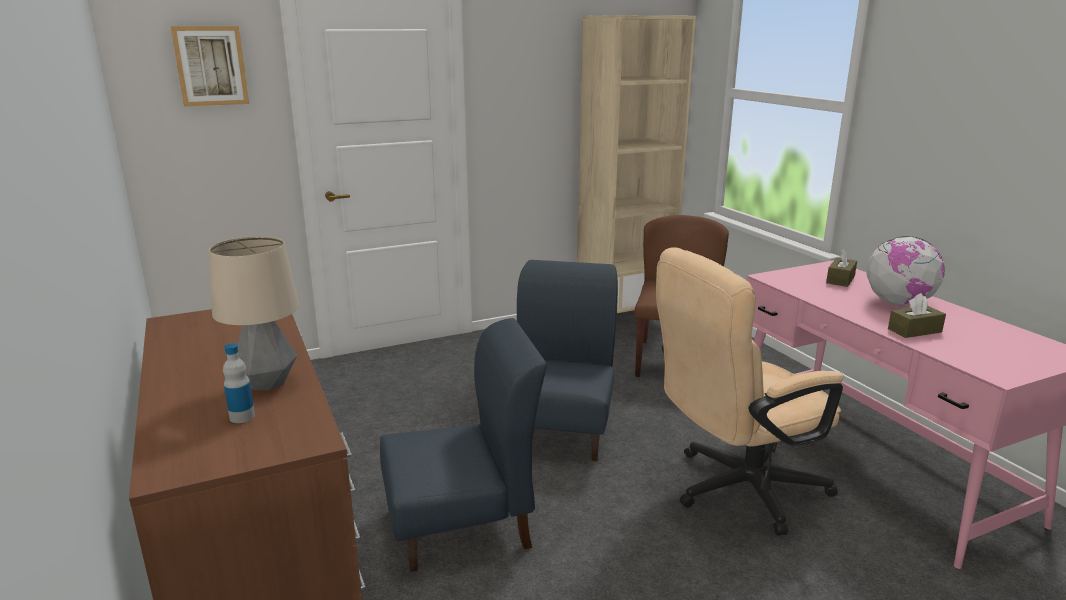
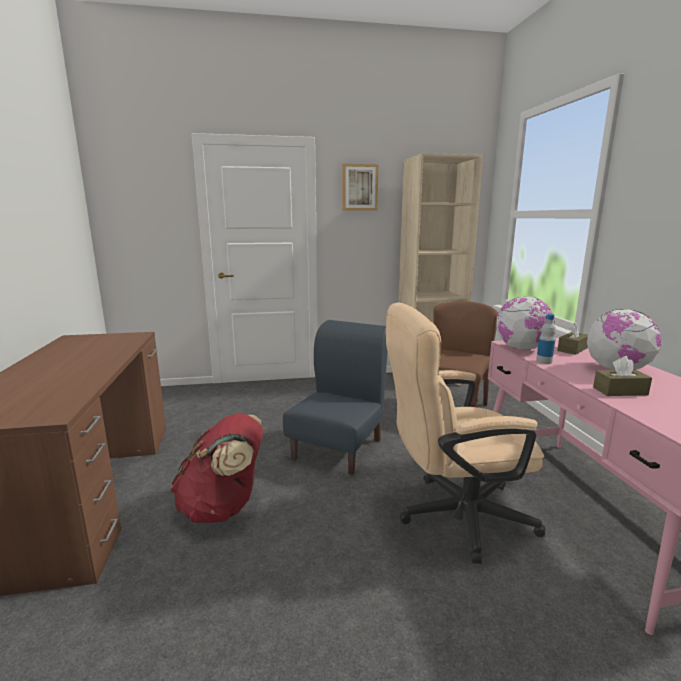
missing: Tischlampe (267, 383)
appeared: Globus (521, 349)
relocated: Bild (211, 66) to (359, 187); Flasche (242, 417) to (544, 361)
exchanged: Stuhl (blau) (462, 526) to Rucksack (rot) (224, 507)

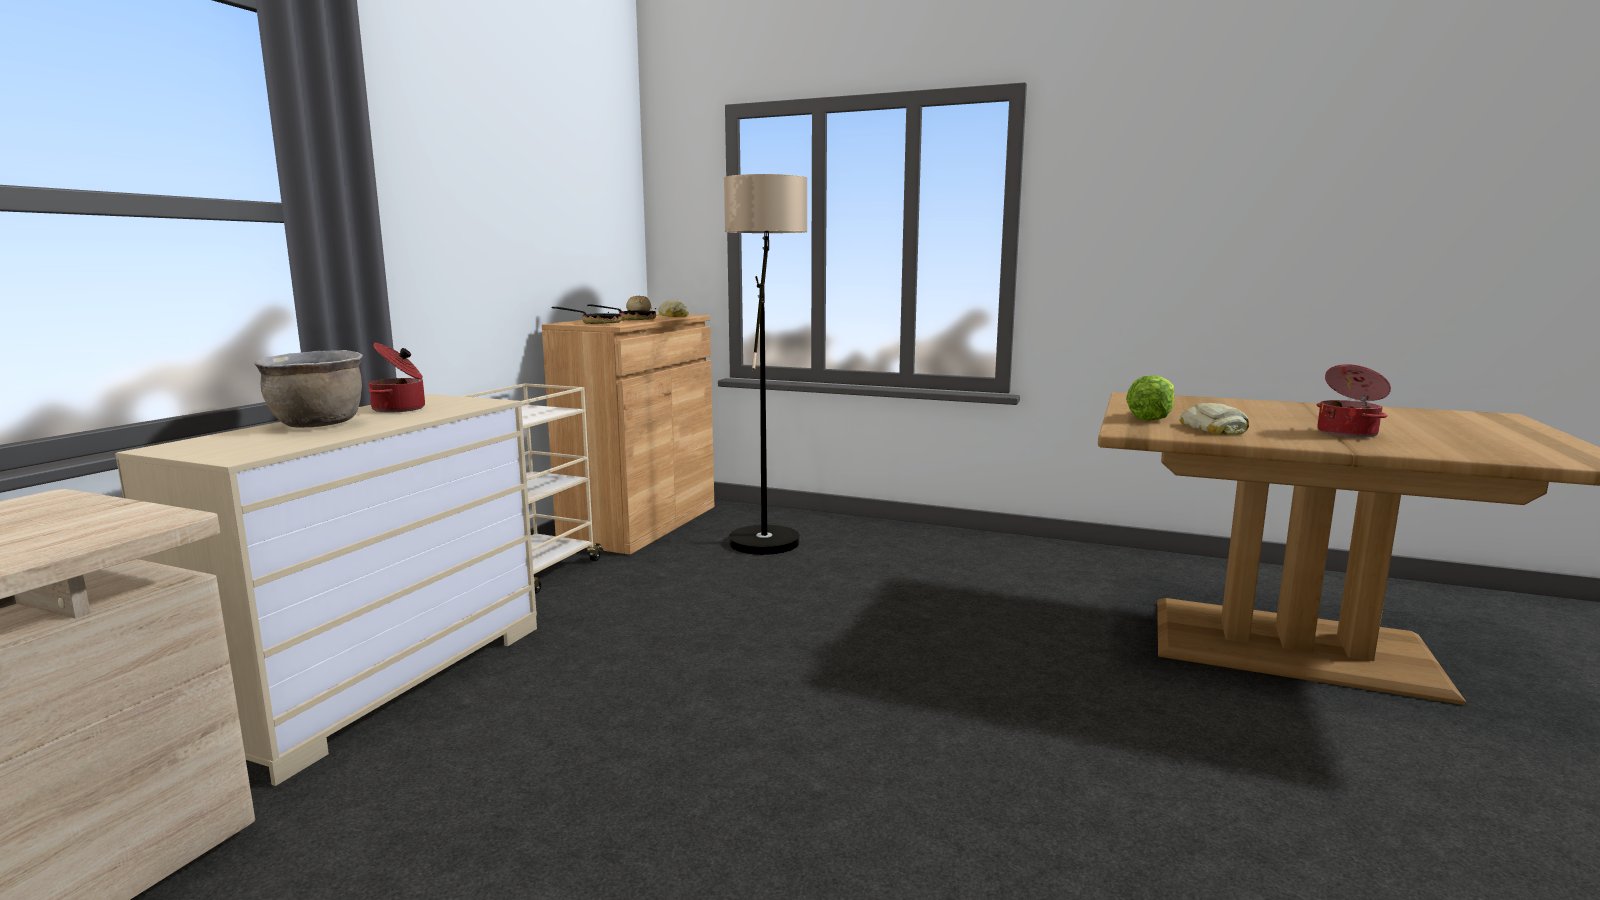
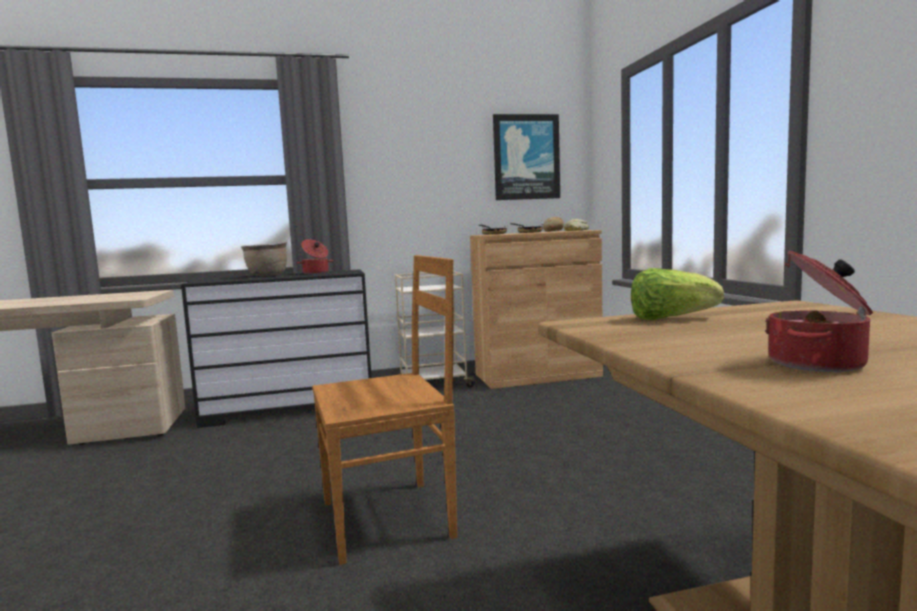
missing: Stehlampe (767, 533); Brot (1213, 428)
appeared: Stuhl (braun) (391, 518); Bild (526, 157)
colour: Kommode (beige) (379, 680) to Kommode (schwarz) (290, 407)

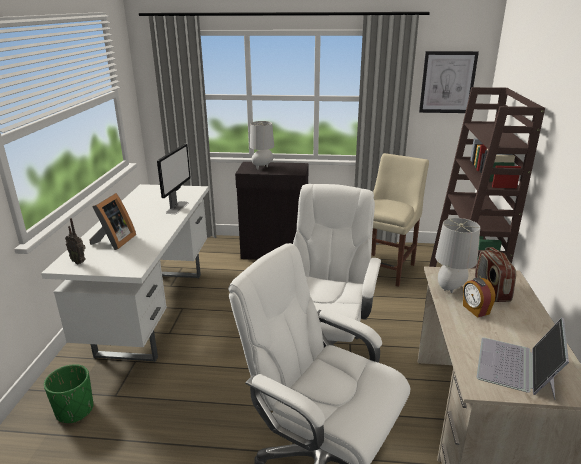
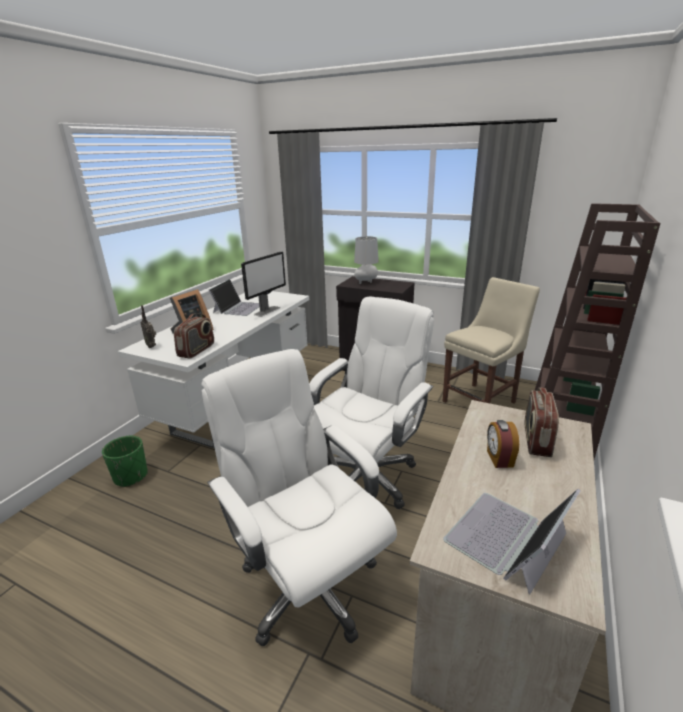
missing: Bild (447, 82); Tischlampe (grau) (451, 289)
appeared: Radio (197, 350); Laptop (238, 308)

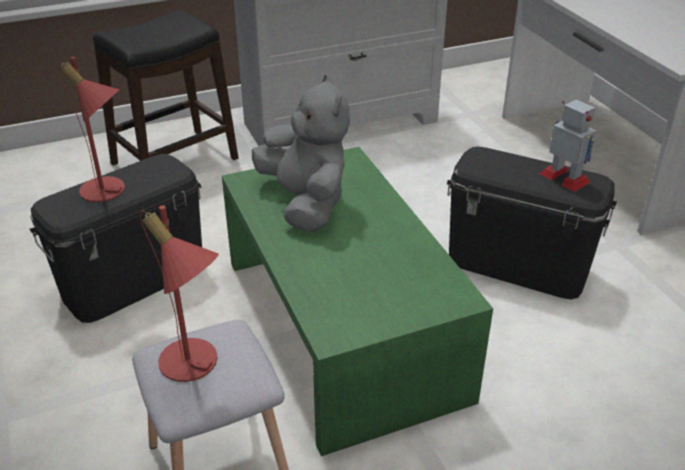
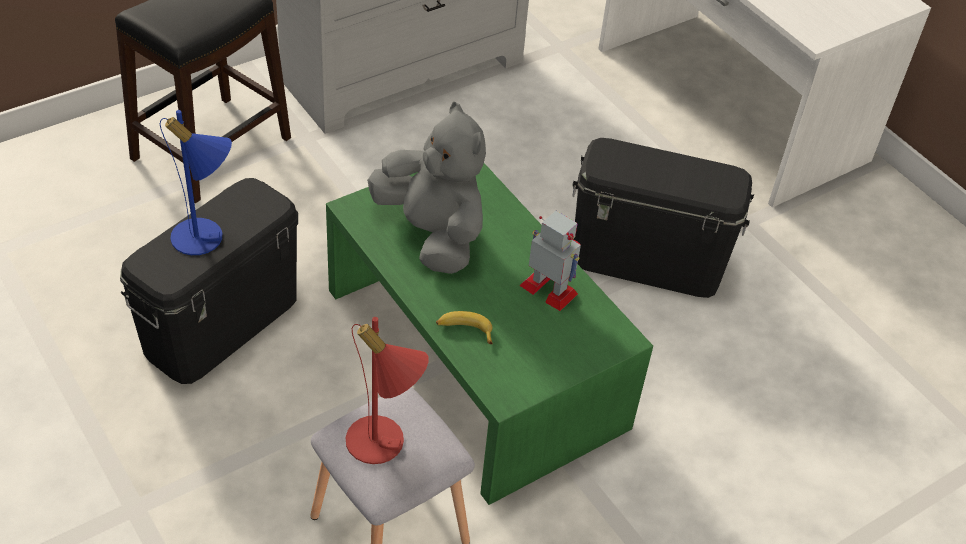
appeared: Banane (464, 330)
relocated: Spielzeugroboter (565, 178) to (549, 290)
colour: Tischlampe (rot) (108, 192) to Tischlampe (blau) (206, 240)

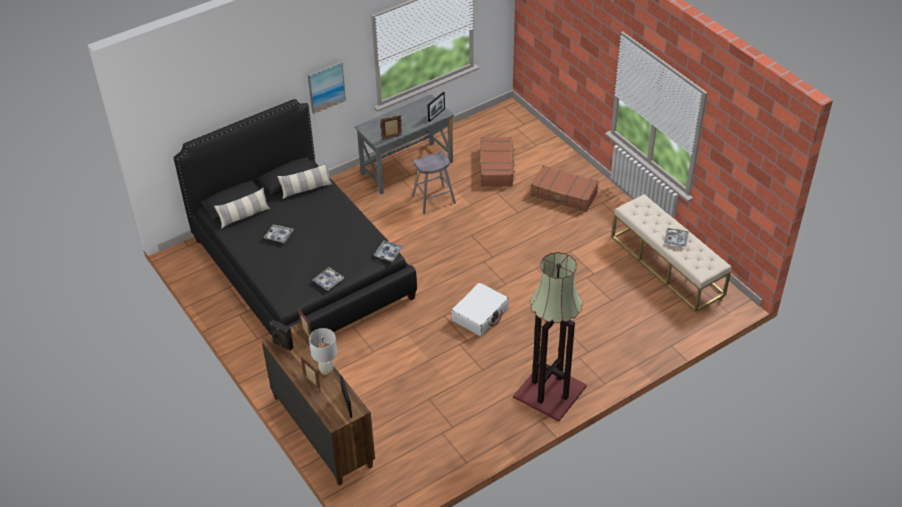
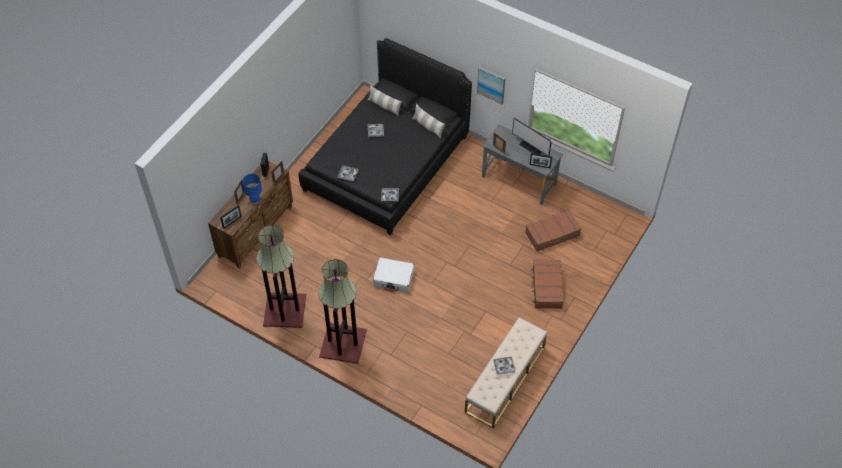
missing: Hocker (grau) (433, 200)
appeared: Stehlampe (284, 309); Monitor (531, 147)
colour: Tischlampe (weiß) (326, 370) to Tischlampe (blau) (255, 200)

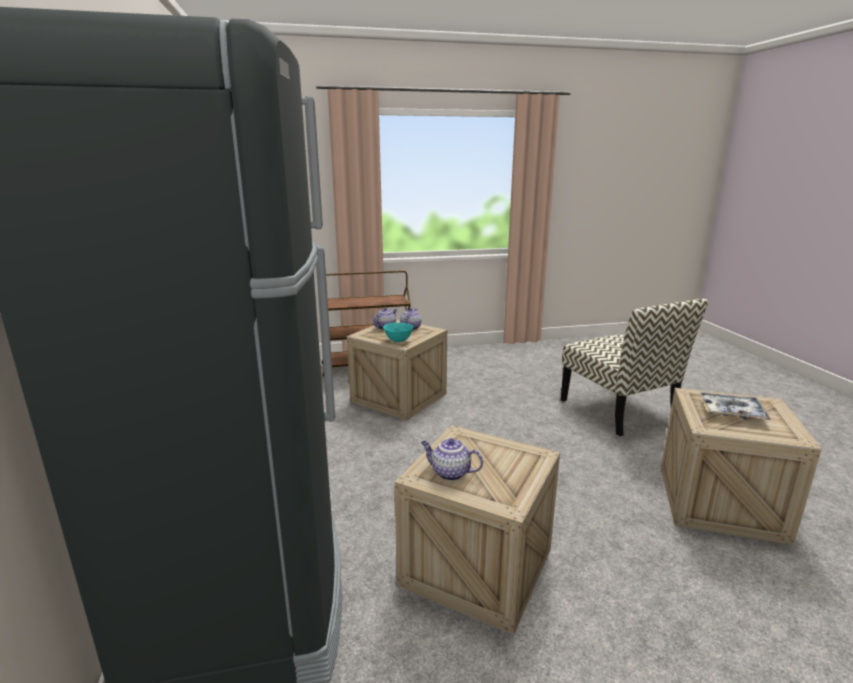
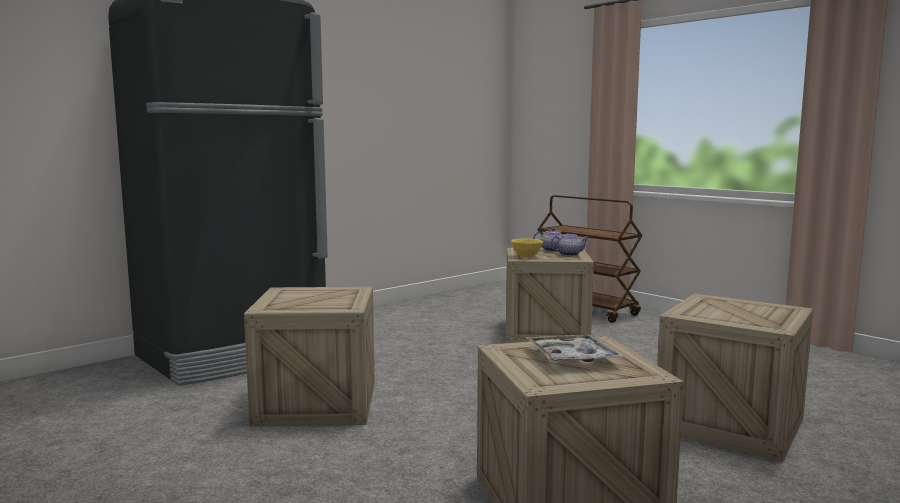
missing: Teekanne (450, 473)
exchanged: Stuhl (619, 410) to Kiste (730, 424)
colour: Schüssel (türkis) (398, 340) to Schüssel (gelb) (526, 256)

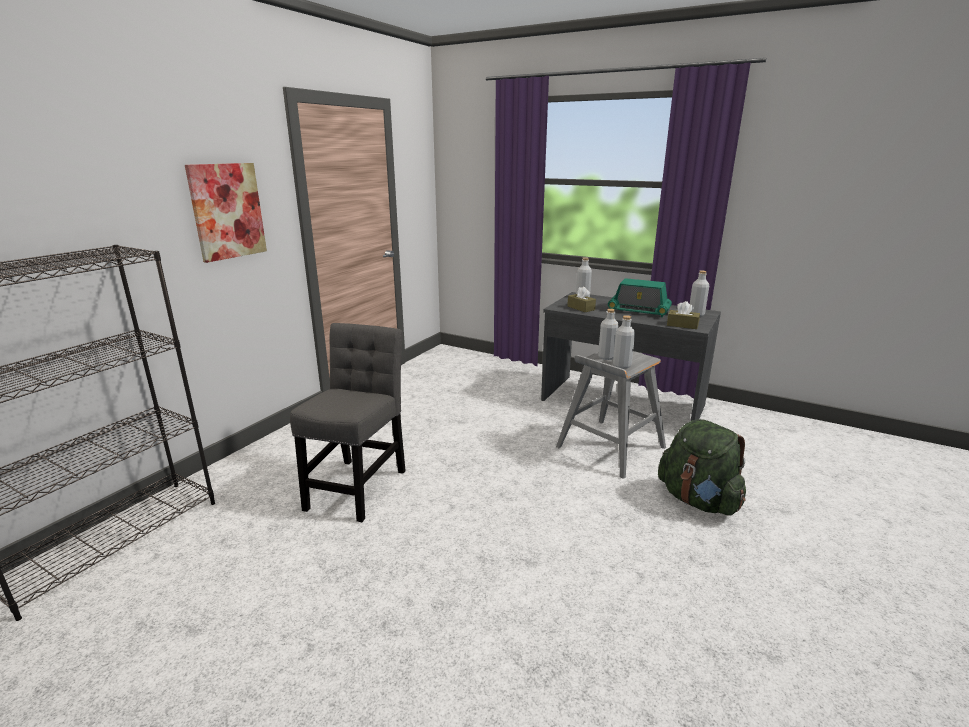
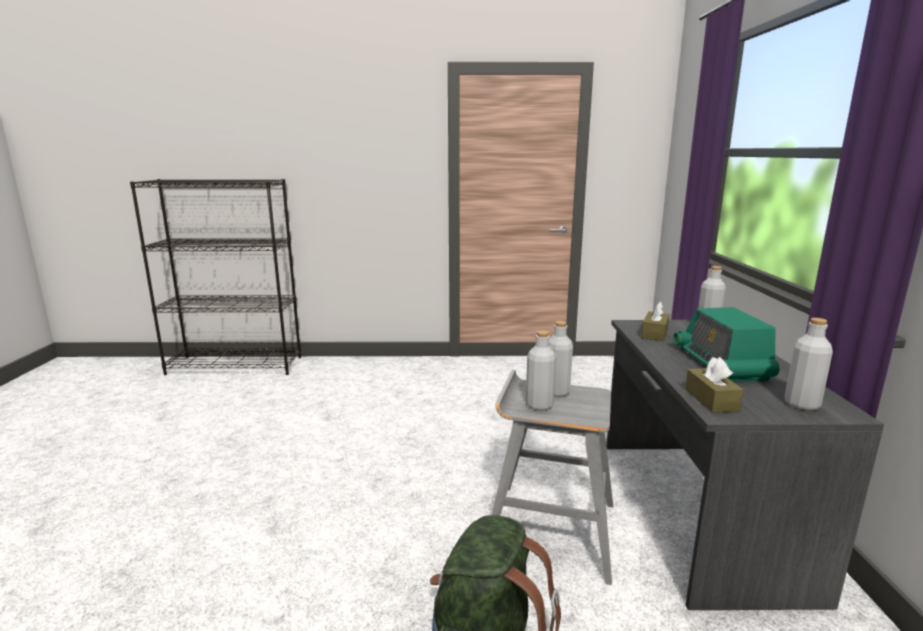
missing: Bild (227, 211); Stuhl (grau) (358, 485)

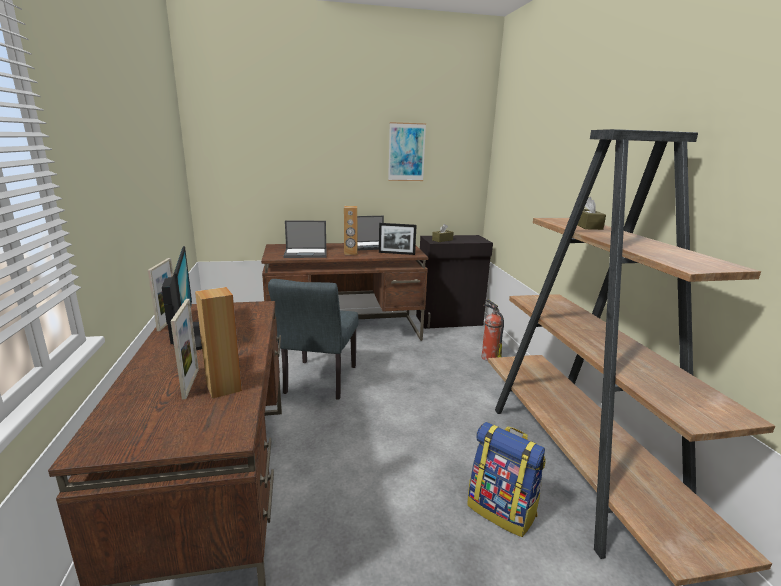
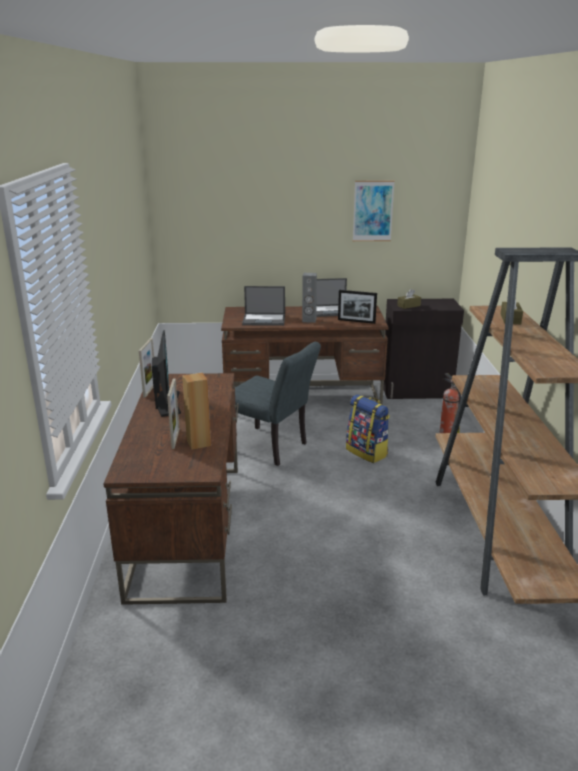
relocated: Rucksack (502, 510) to (367, 452)
colour: Lautsprecher (braun) (350, 253) to Lautsprecher (grau) (309, 320)
spun: Stuhl (grau) (318, 382) = (272, 448) 75 degrees counterclockwise

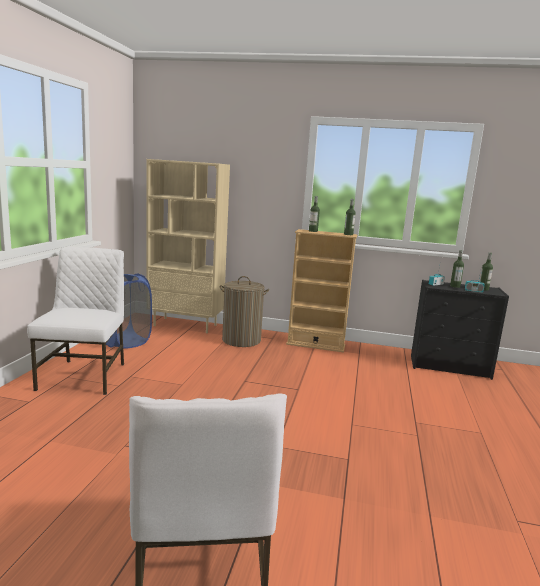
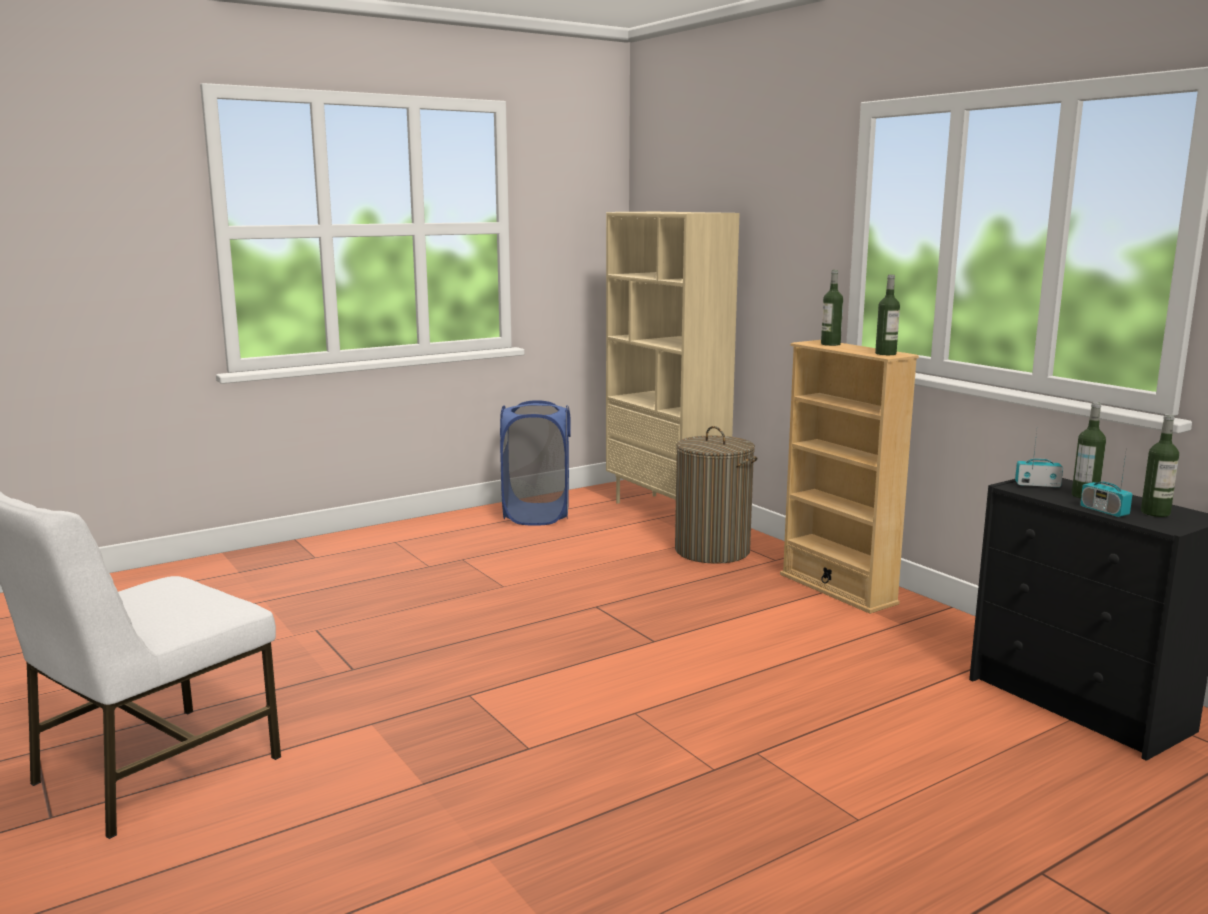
missing: Stuhl (weiß) (85, 376)

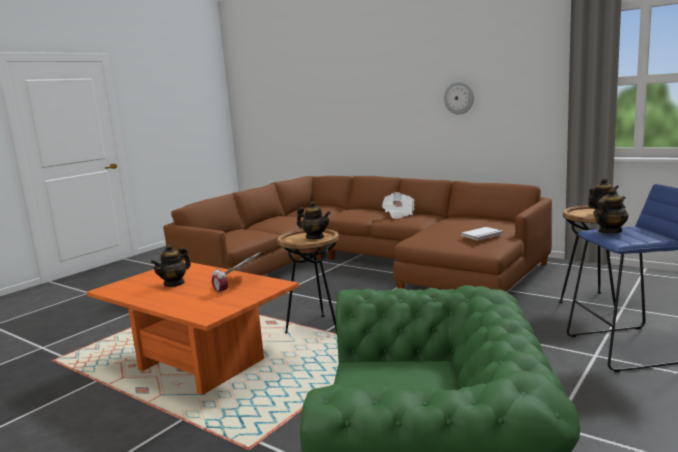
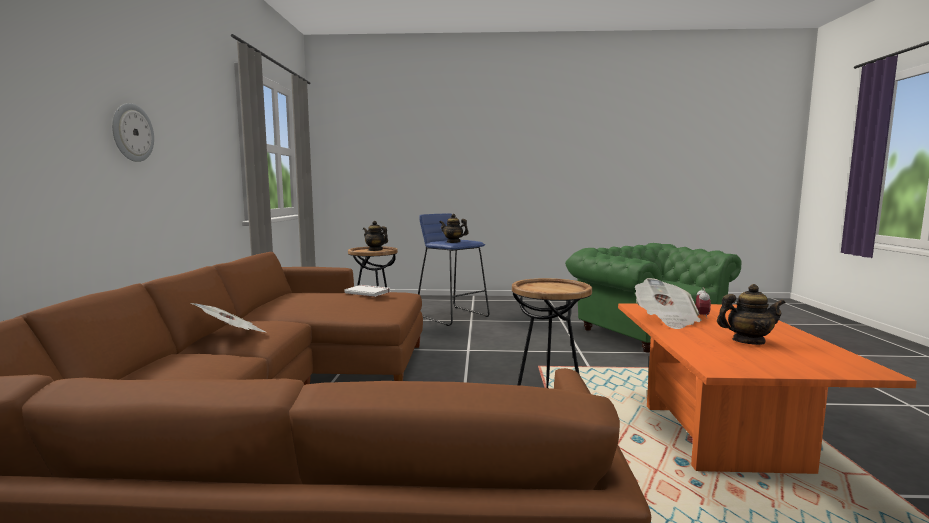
missing: Teekanne (315, 237)

